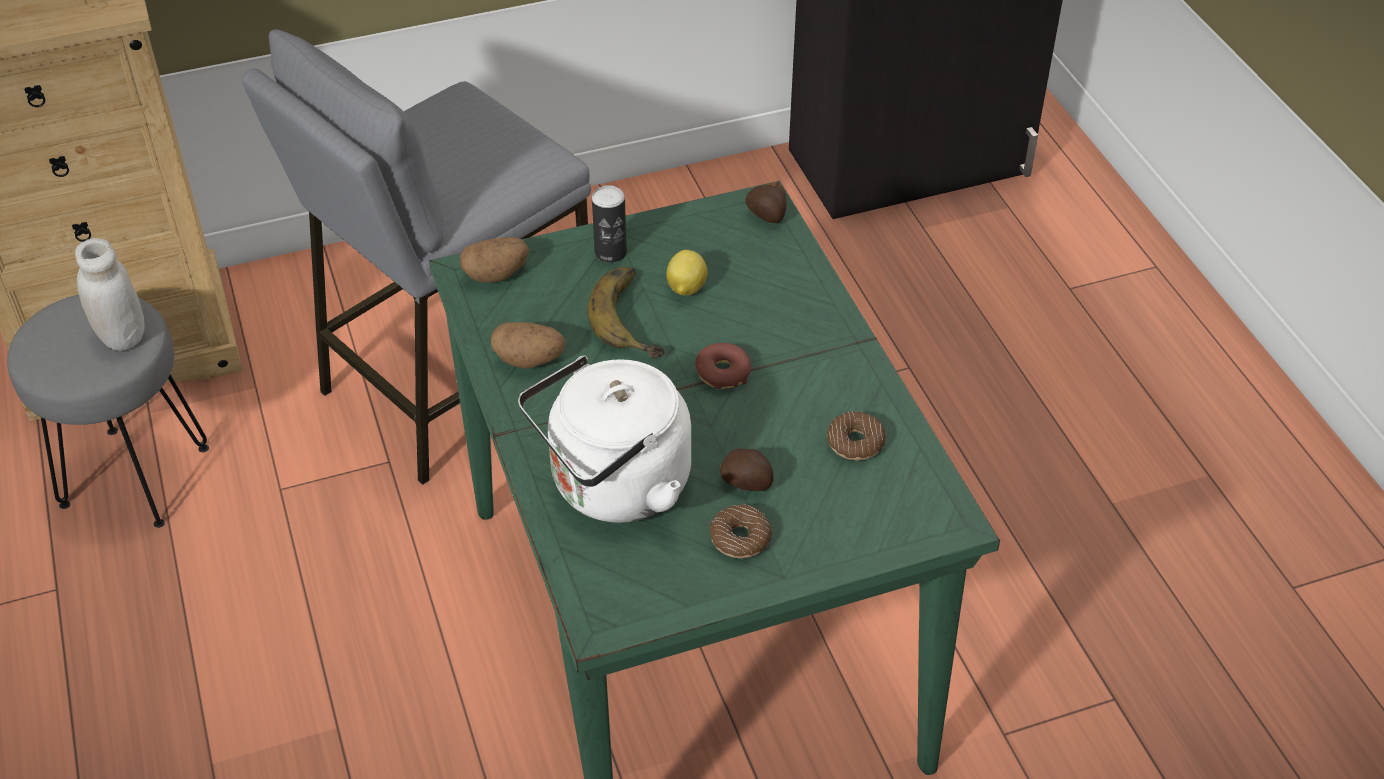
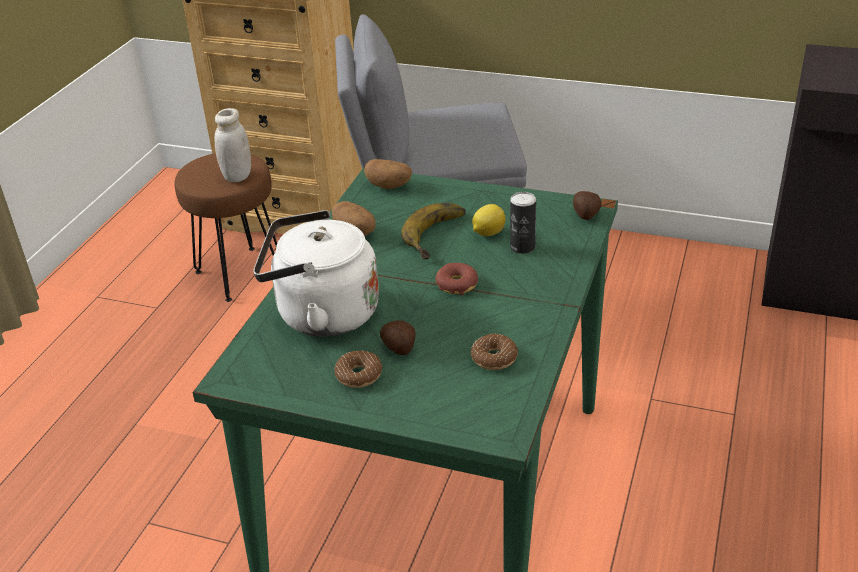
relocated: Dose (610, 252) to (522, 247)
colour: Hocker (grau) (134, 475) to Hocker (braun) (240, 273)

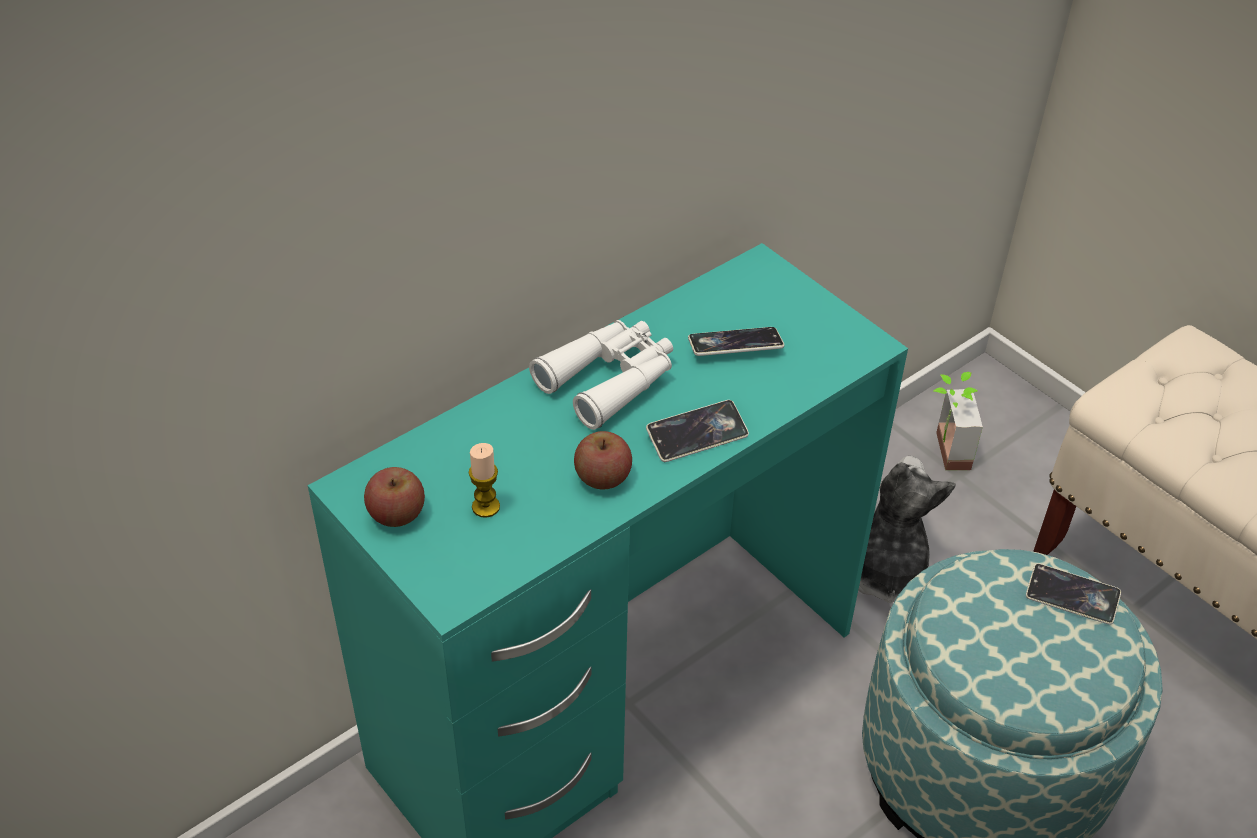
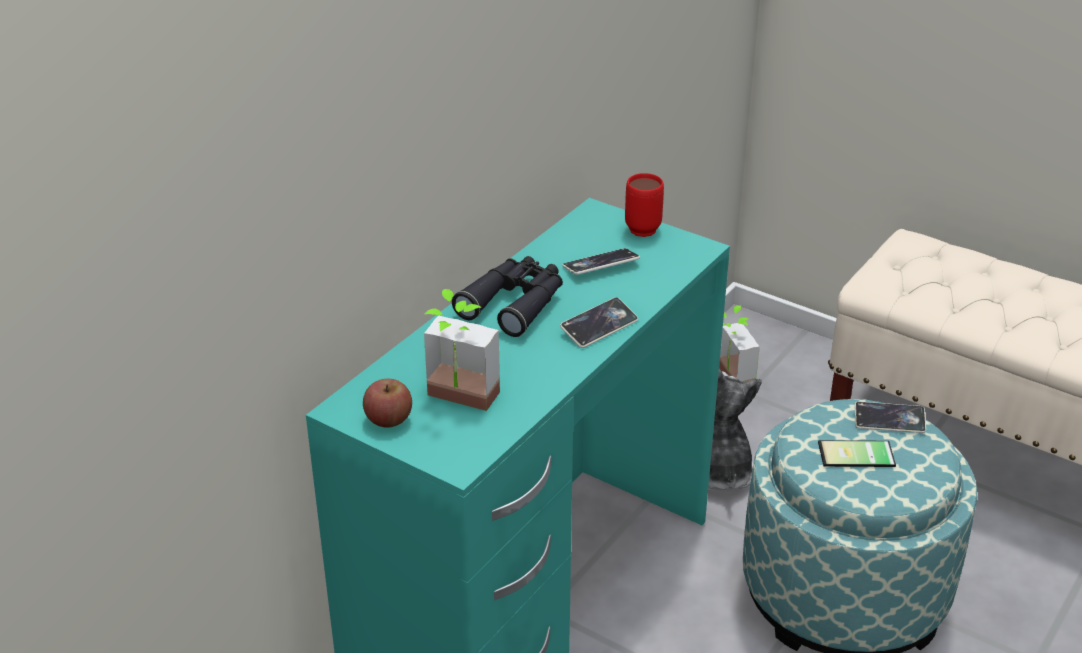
missing: Apfel (603, 477)
appeared: Henkelbecher (rot) (641, 226); Handy (857, 457)
exchanged: Kerze (486, 507) to Topfpflanze (457, 401)
colour: Fernglas (weiß) (610, 379) to Fernglas (schwarz) (515, 303)

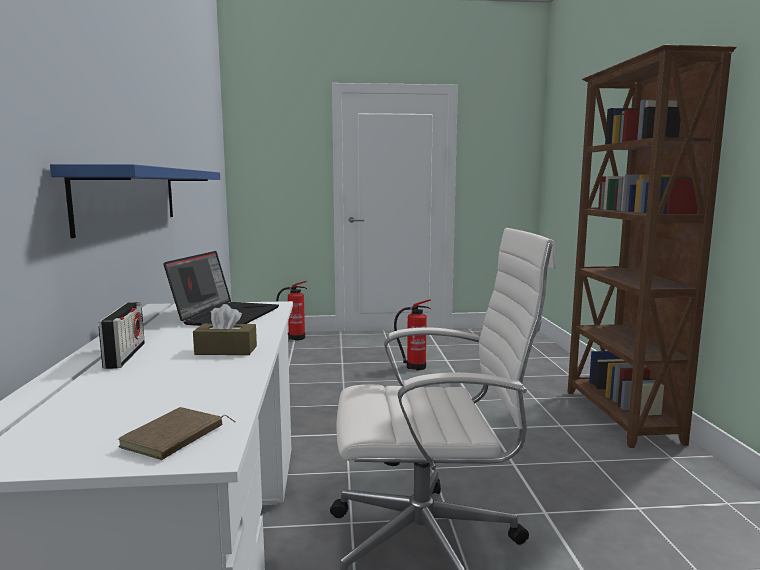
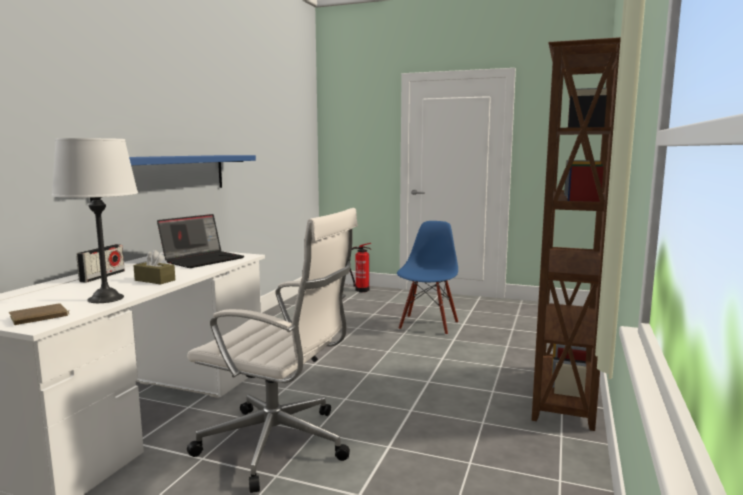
appeared: Tischlampe (weiß) (105, 298)
exchanged: Feuerlöscher (414, 367) to Stuhl (blau) (427, 325)

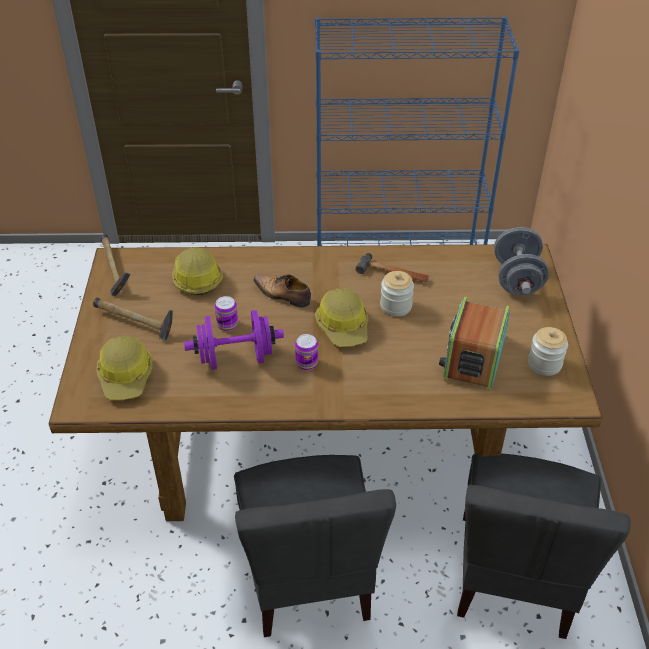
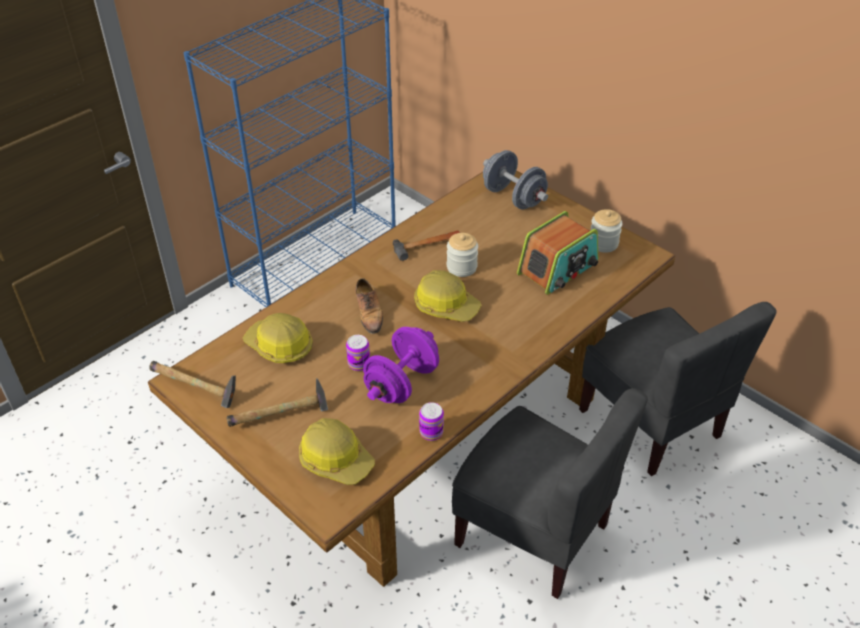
relocated: Dose (306, 363) to (431, 432)
spun: Schuh (283, 295) = (369, 313) 90 degrees counterclockwise; Radio (473, 358) = (558, 268) 105 degrees counterclockwise

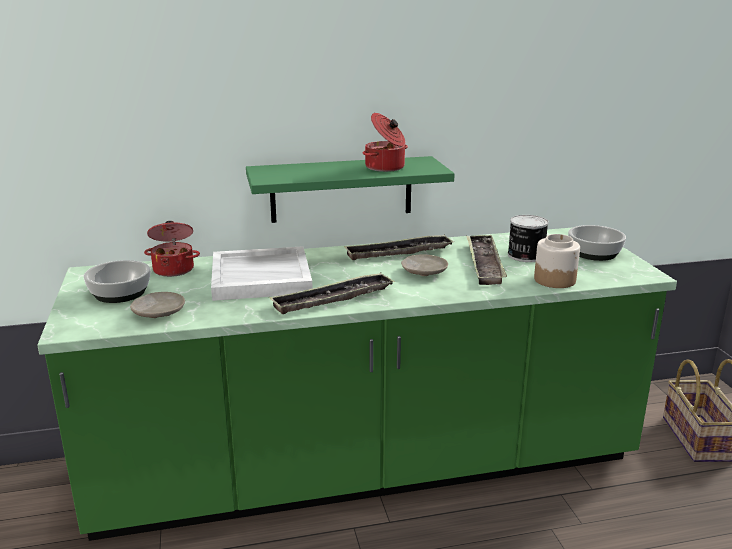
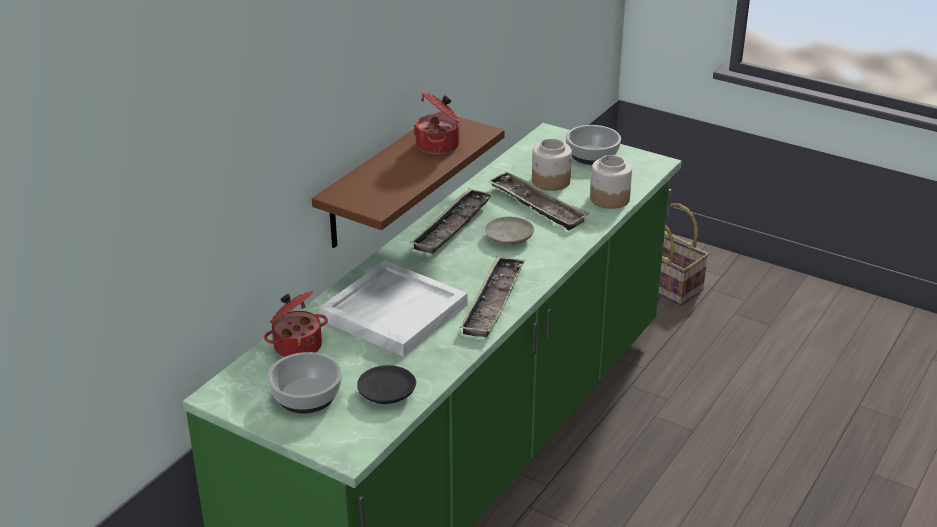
exchanged: Dose (525, 255) to Vorratsglas (550, 182)
colour: Teller (beige) (159, 312) to Teller (schwarz) (386, 392); Wandregal (grün) (341, 189) to Wandregal (braun) (380, 181)

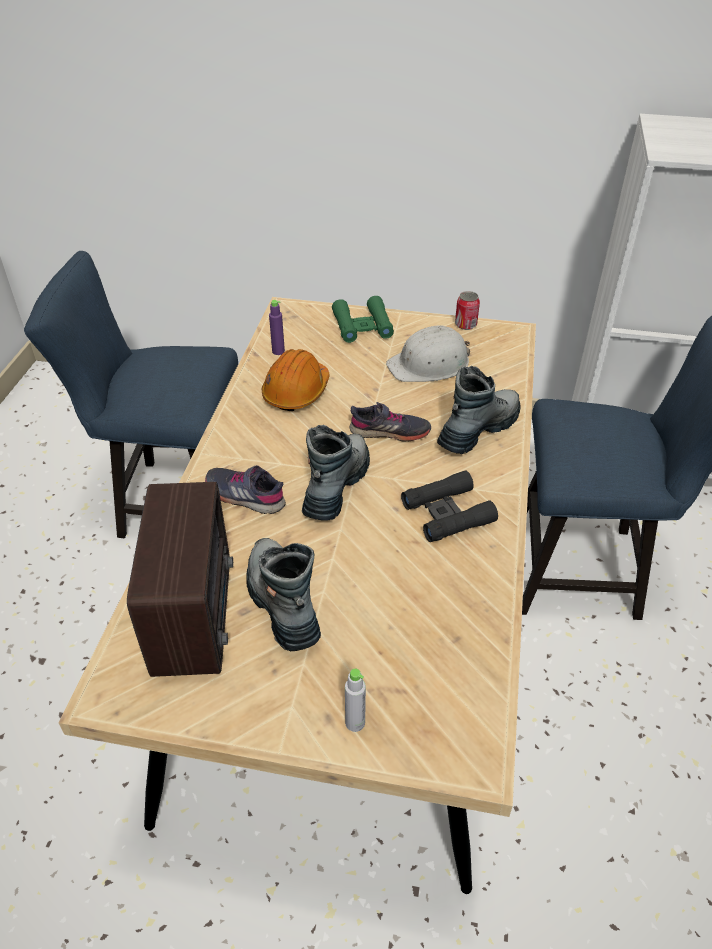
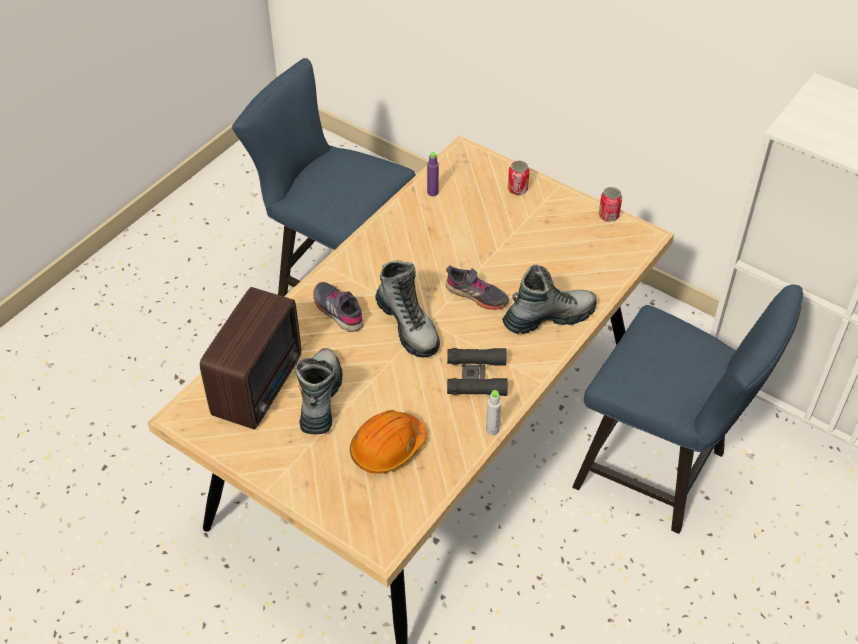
missing: Schutzhelm (weiß) (430, 364)
relocated: Schutzhelm (orange) (296, 392) to (387, 448); Flasche (grau) (355, 723) to (492, 430)
exchanged: Fernglas (grün) (362, 326) to Dose (517, 189)
spun: Stiefel (336, 485) = (408, 326) 105 degrees clockwise

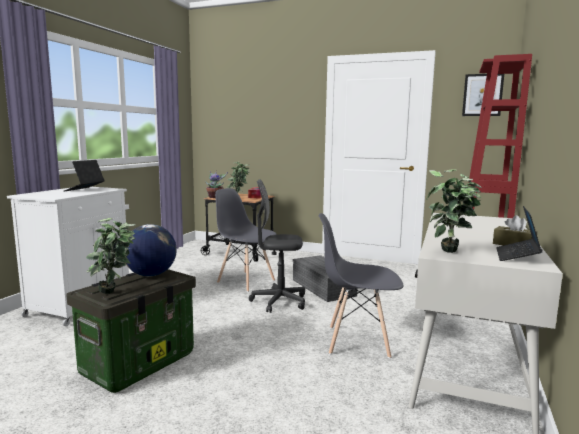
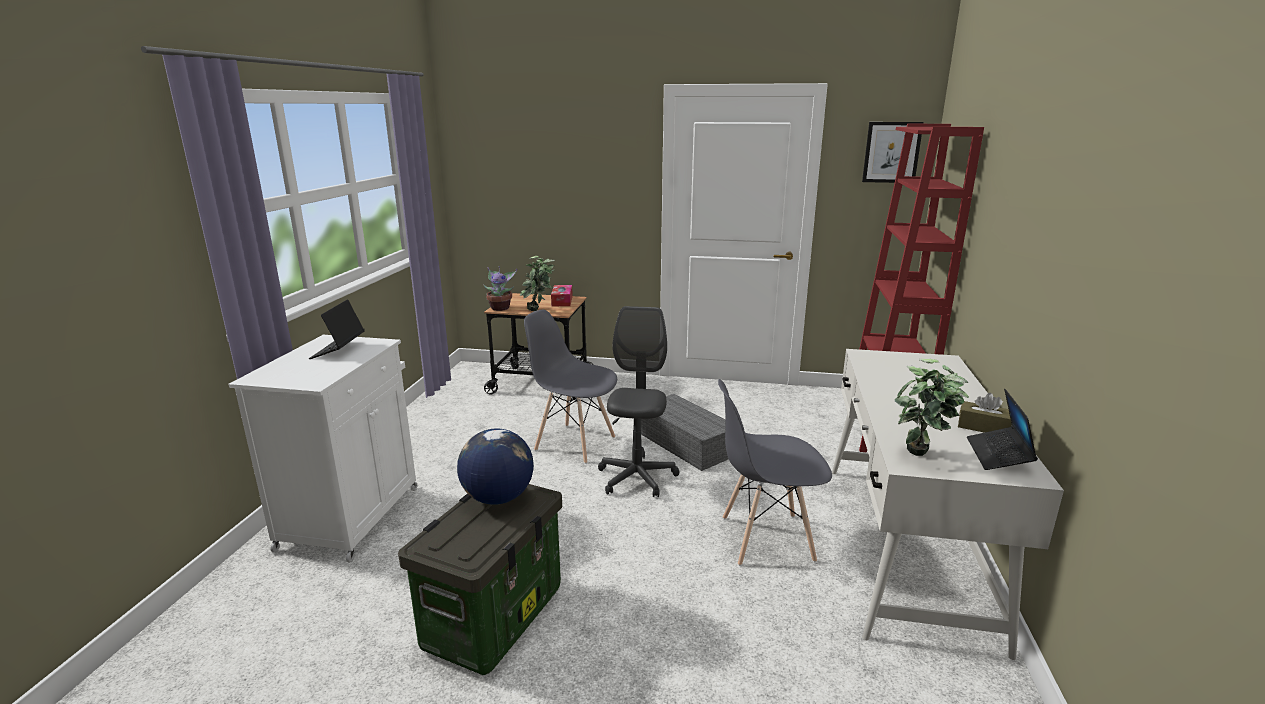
missing: Topfpflanze (115, 293)
spun: Bürostuhl (grau) (279, 301) = (637, 478) 105 degrees clockwise

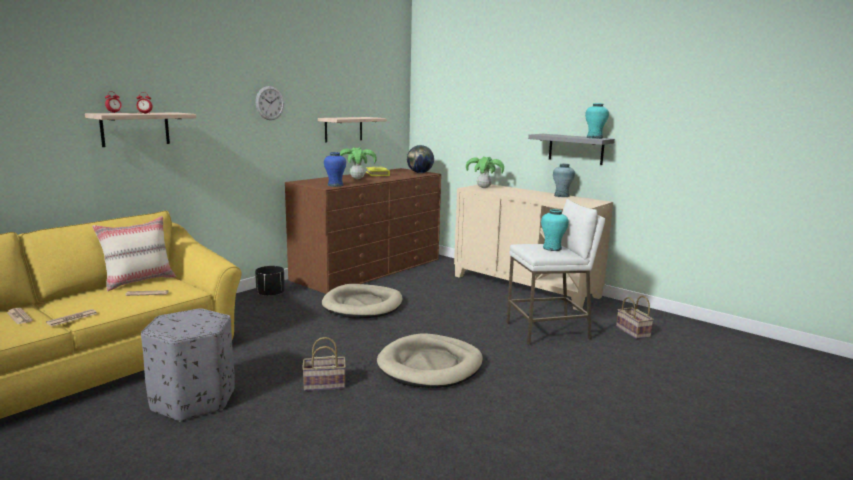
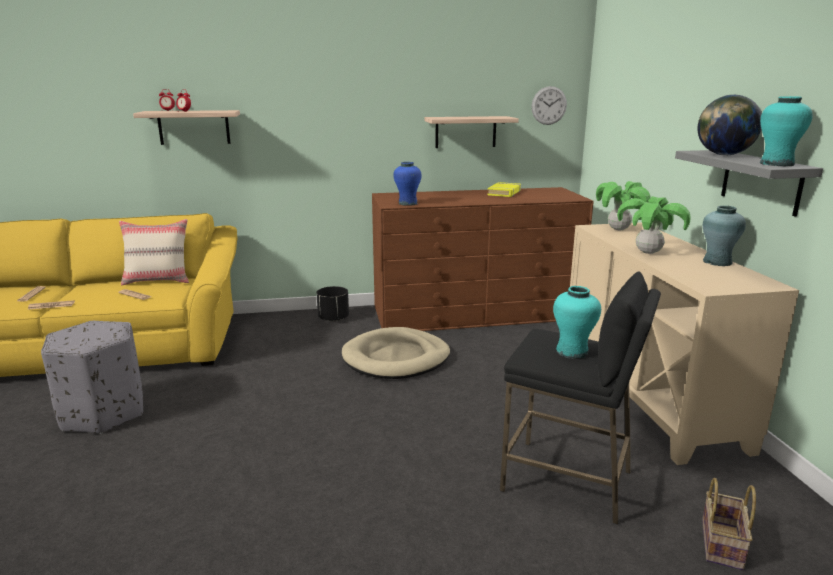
missing: Korb (323, 385); Hundebett (beige) (430, 365)
relocated: Wanduhr (270, 103) to (549, 105); Topfpflanze (357, 178) to (648, 252); Globus (420, 173) to (724, 155)
colour: Hocker (weiß) (548, 331) to Hocker (schwarz) (567, 481)

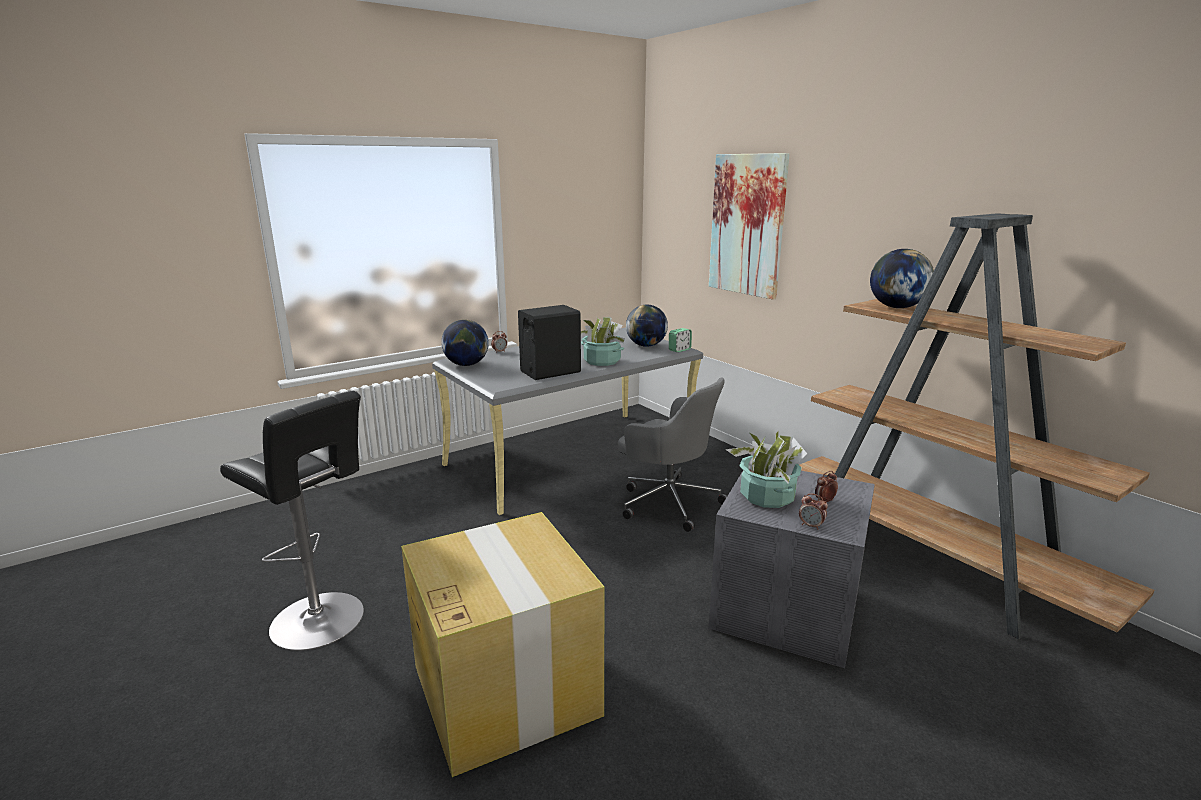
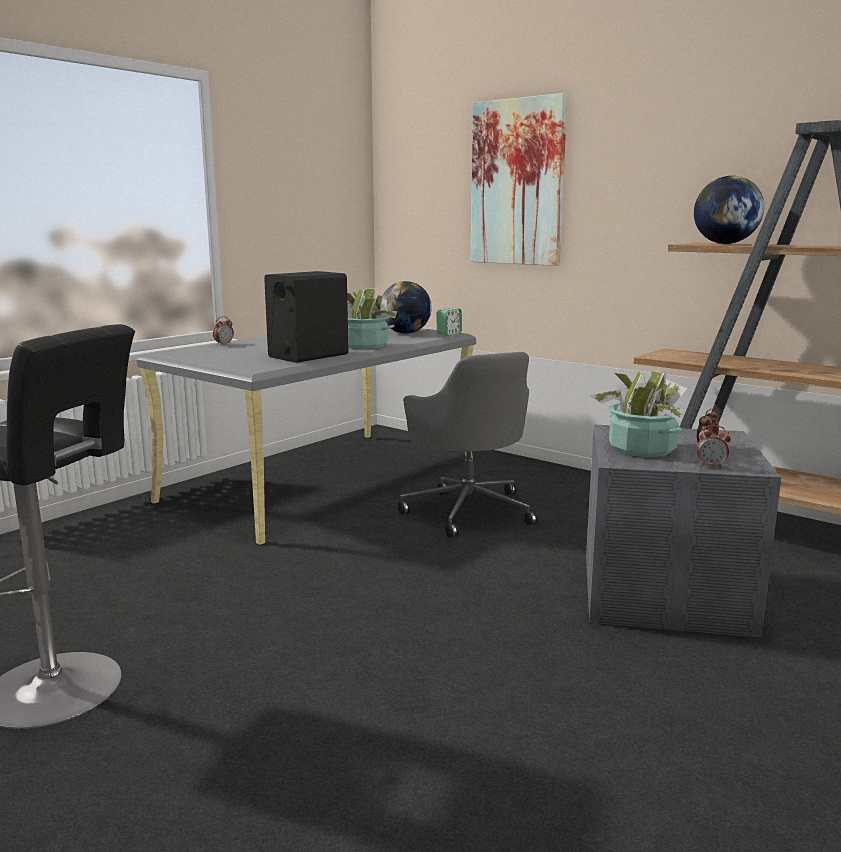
missing: Karton (504, 688); Globus (466, 365)
spun: Bürostuhl (grau) (668, 501) = (468, 510) 45 degrees clockwise

